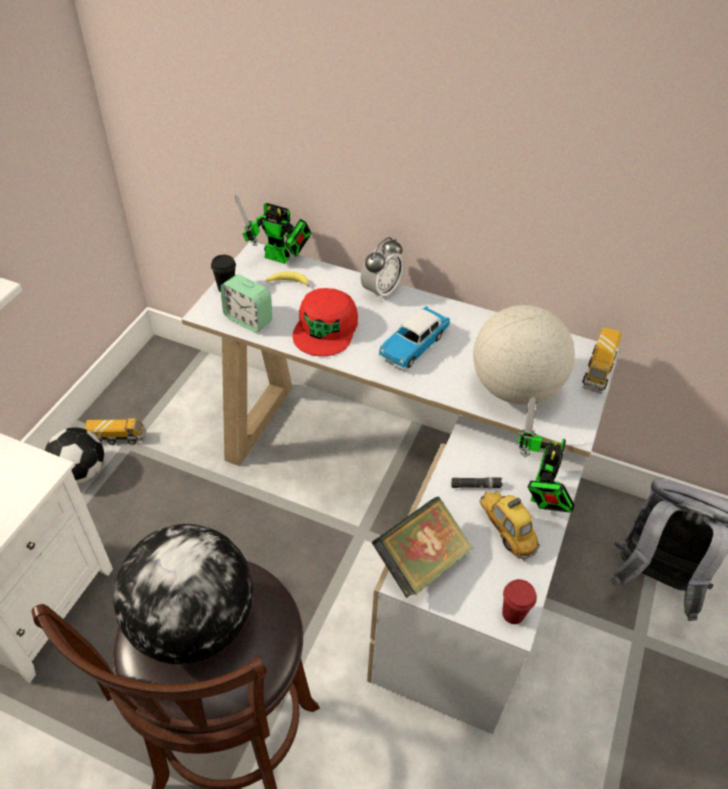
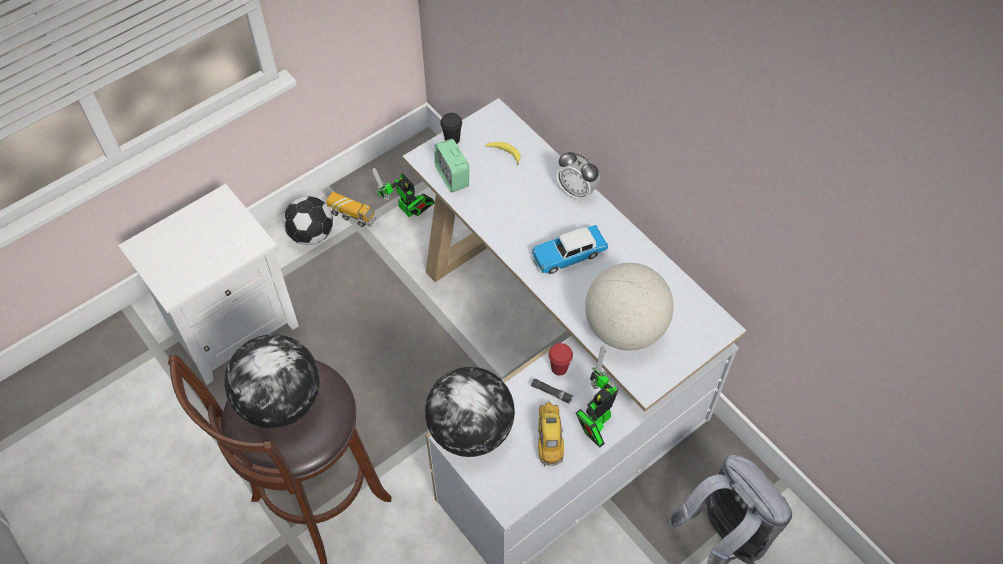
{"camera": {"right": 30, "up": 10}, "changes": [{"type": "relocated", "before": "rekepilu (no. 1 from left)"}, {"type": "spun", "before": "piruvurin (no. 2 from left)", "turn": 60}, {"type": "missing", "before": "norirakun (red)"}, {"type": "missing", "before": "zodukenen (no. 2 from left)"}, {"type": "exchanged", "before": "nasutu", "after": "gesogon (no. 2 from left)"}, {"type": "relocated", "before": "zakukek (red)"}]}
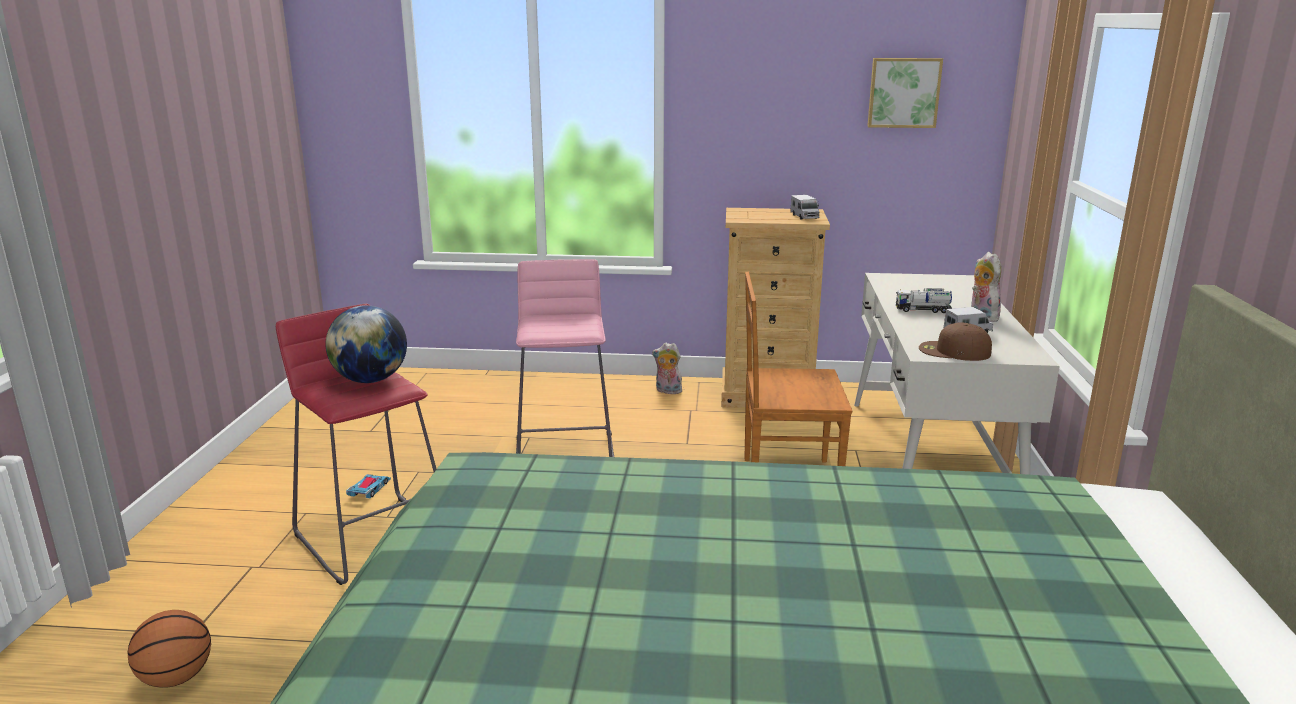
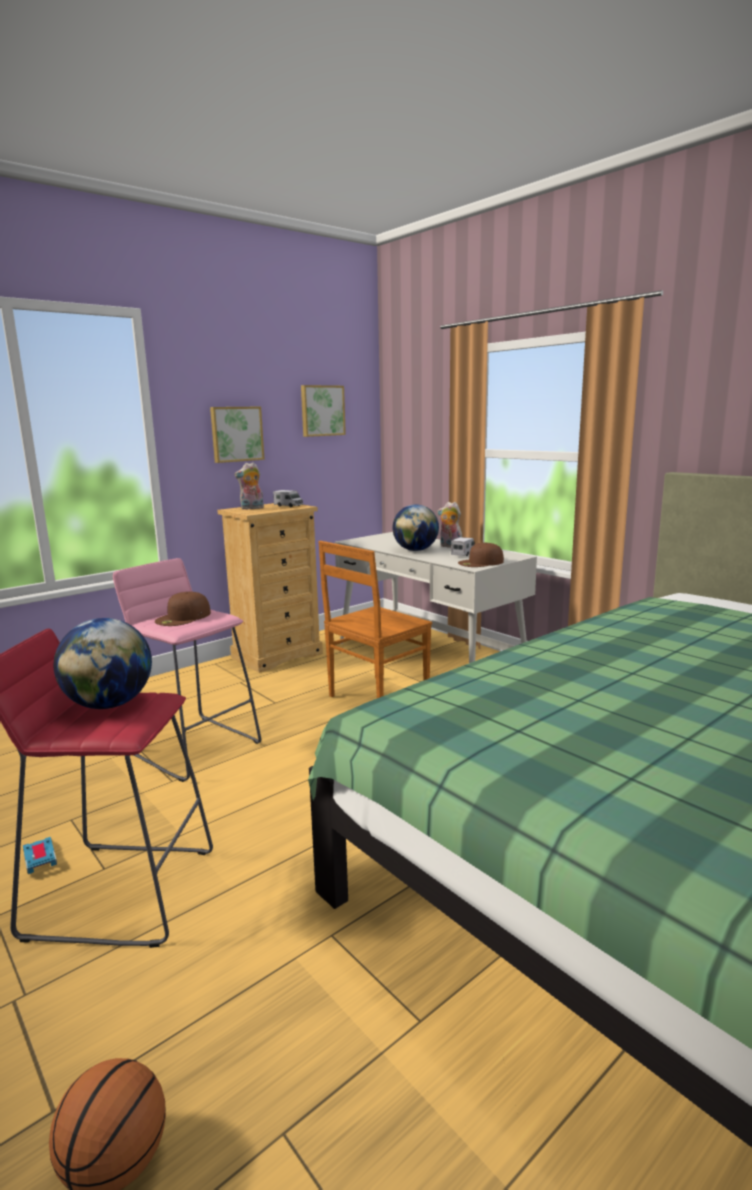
{"camera": {"right": -45, "up": -5}, "changes": [{"type": "exchanged", "before": "zodukenen (no. 2 from left)", "after": "gesogon (no. 2 from left)"}, {"type": "relocated", "before": "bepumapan (no. 1 from left)"}, {"type": "appeared", "after": "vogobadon (no. 1 from left)"}, {"type": "appeared", "after": "norirakun (brown) (no. 1 from left)"}]}
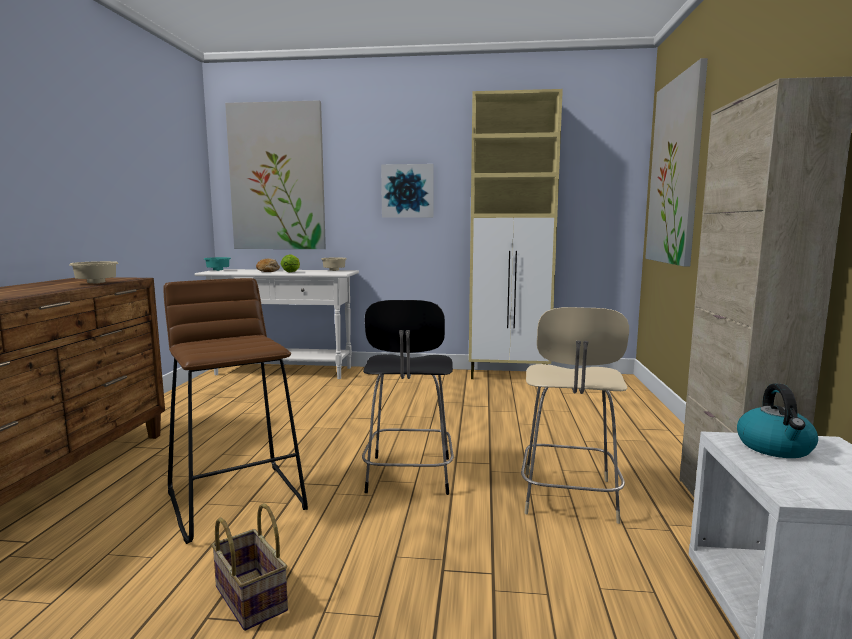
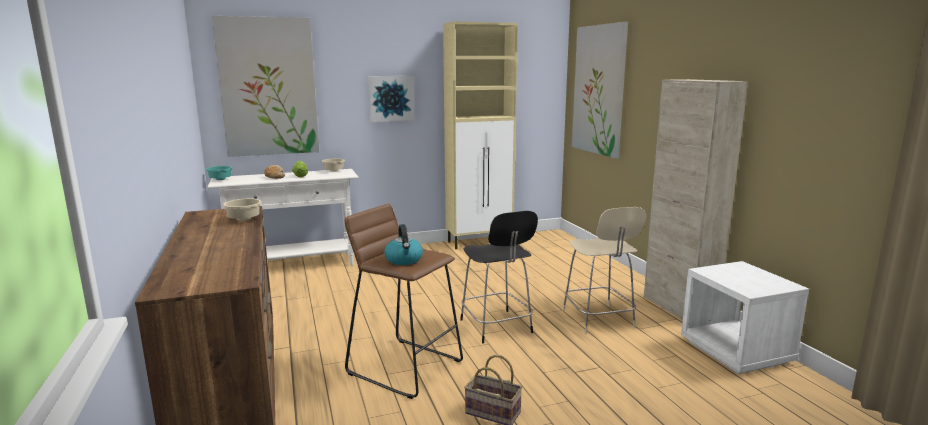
{"camera": {"right": -25, "up": 5}, "changes": [{"type": "relocated", "before": "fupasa"}]}
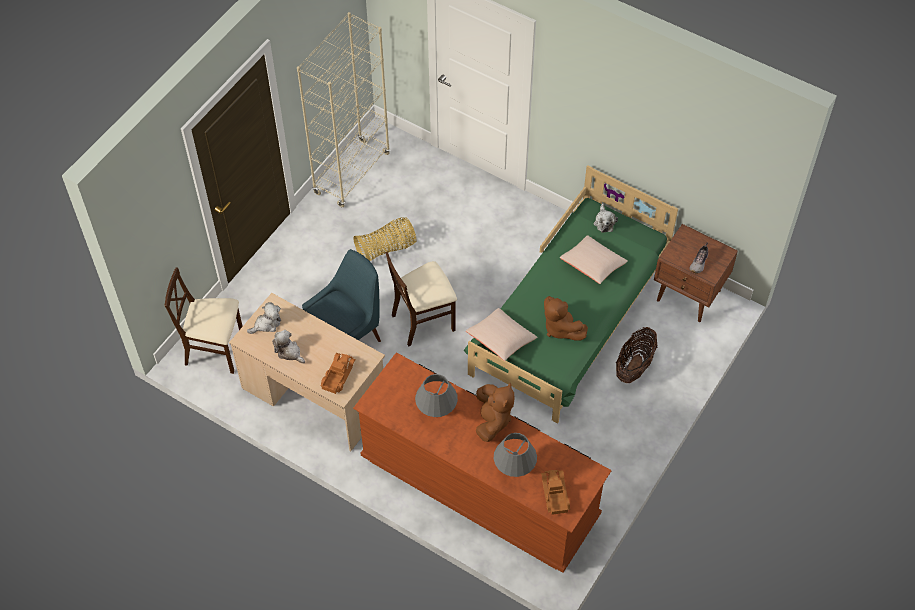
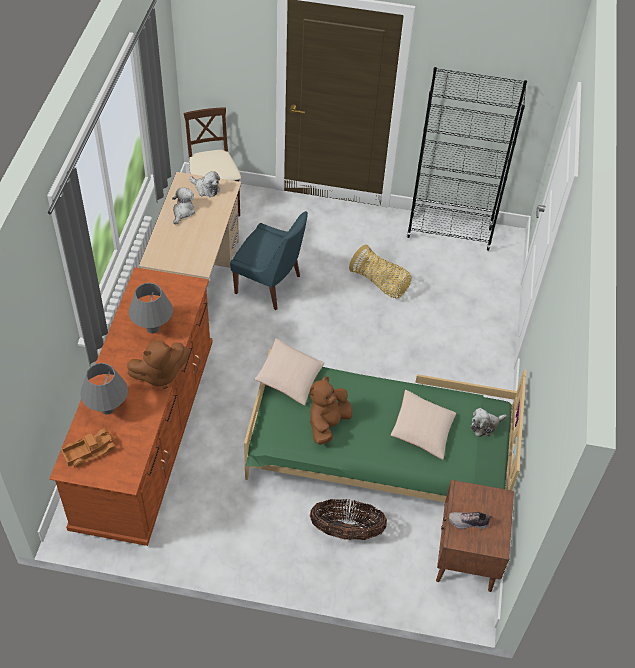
{"camera": {"right": 65, "up": -5}, "changes": [{"type": "colour", "before": "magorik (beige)", "after": "magorik (black)"}, {"type": "missing", "before": "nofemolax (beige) (no. 2 from left)"}, {"type": "missing", "before": "zodukenen (no. 1 from left)"}]}
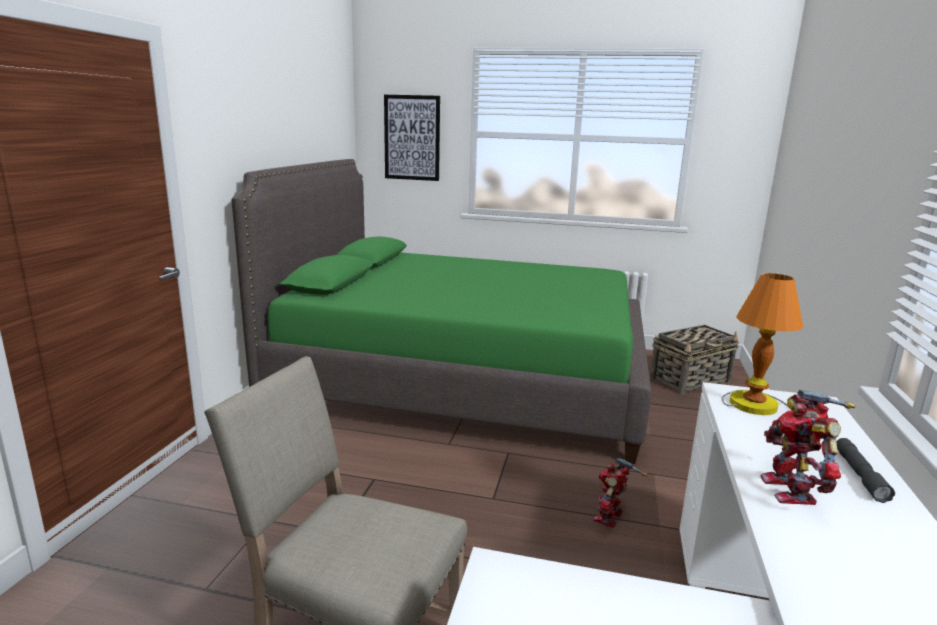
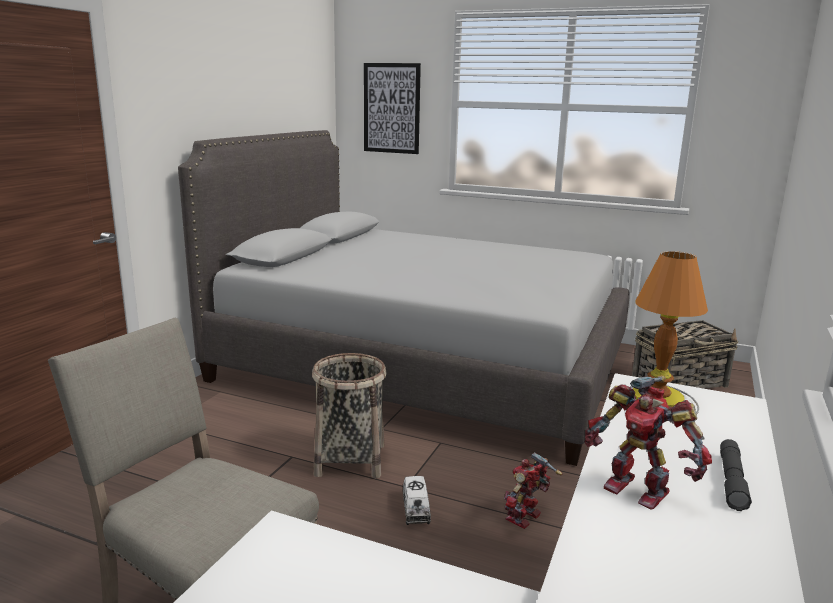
{"camera": {"right": 10, "up": 0}, "changes": [{"type": "colour", "before": "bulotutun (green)", "after": "bulotutun (grey)"}, {"type": "spun", "before": "rekepilu (no. 2 from left)", "turn": -60}, {"type": "appeared", "after": "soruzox (no. 1 from left)"}, {"type": "appeared", "after": "zodukenen"}]}
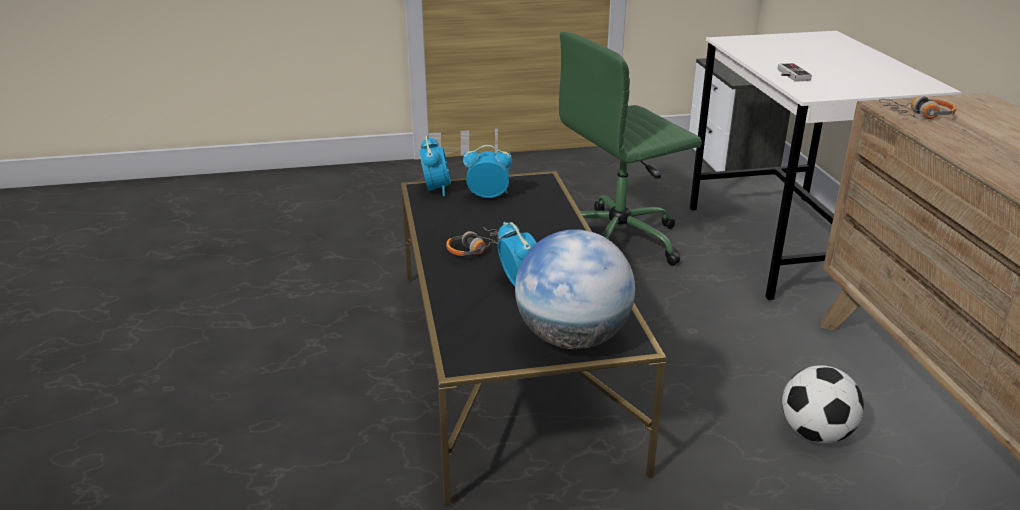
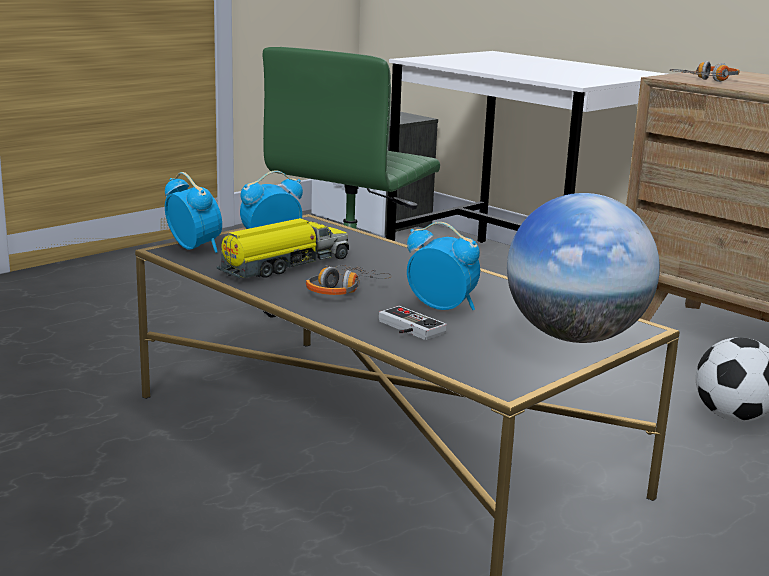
{"camera": {"right": -35, "up": -10}, "changes": [{"type": "relocated", "before": "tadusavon"}, {"type": "appeared", "after": "zodukenen"}]}
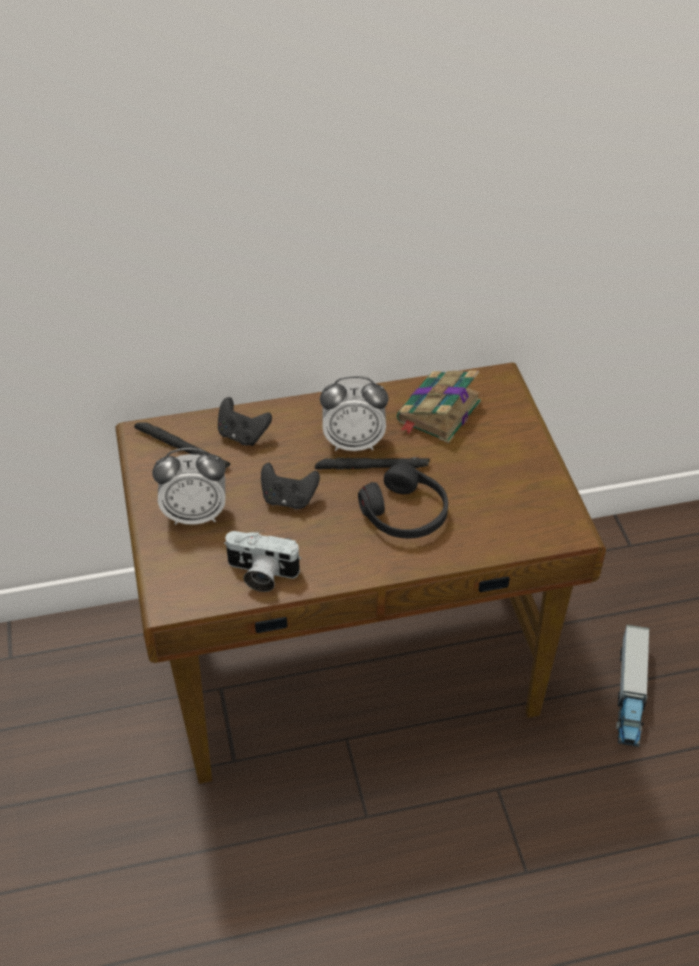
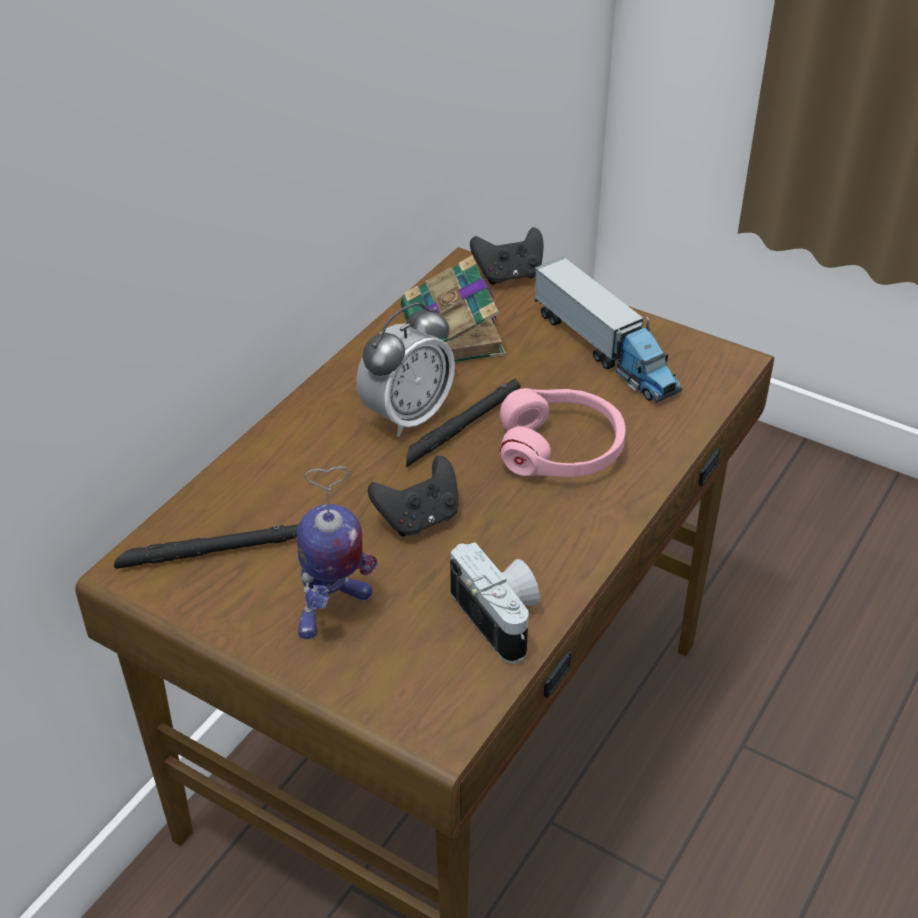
{"camera": {"right": -45, "up": -5}, "changes": [{"type": "relocated", "before": "tadusavon (black) (no. 1 from left in the first image)", "after": "tadusavon (black) (no. 2 from left)"}, {"type": "exchanged", "before": "piruvurin (no. 1 from left)", "after": "rekepilu"}, {"type": "colour", "before": "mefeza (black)", "after": "mefeza (pink)"}, {"type": "spun", "before": "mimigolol", "turn": -90}, {"type": "relocated", "before": "zodukenen"}]}
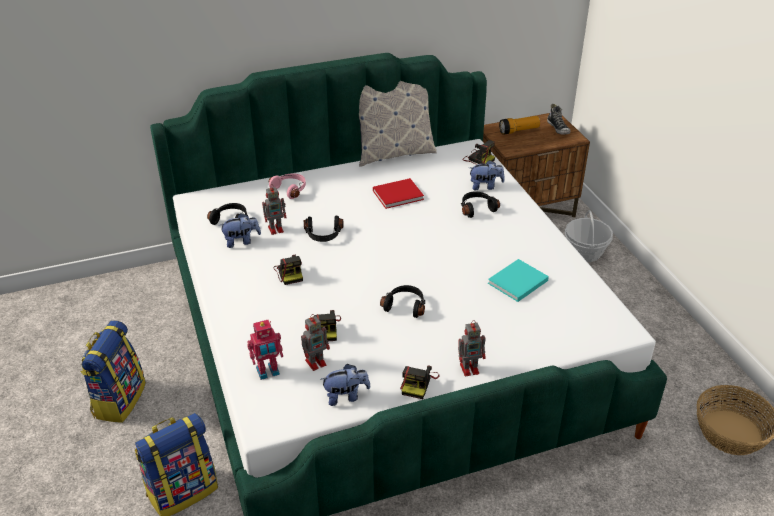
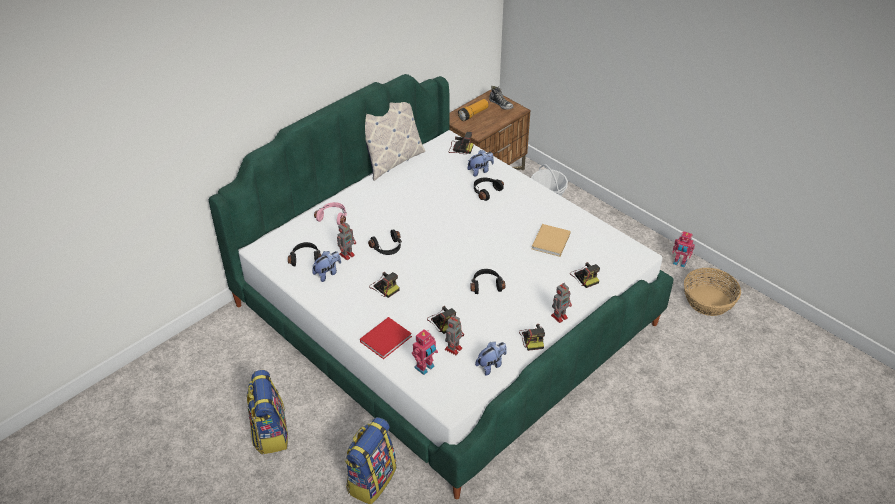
{"camera": {"right": -25, "up": 5}, "changes": [{"type": "relocated", "before": "nasutu (red)"}, {"type": "colour", "before": "nasutu (turquoise)", "after": "nasutu (beige)"}, {"type": "appeared", "after": "rekepilu (no. 5 from left)"}, {"type": "appeared", "after": "mimigolol (no. 5 from left)"}]}
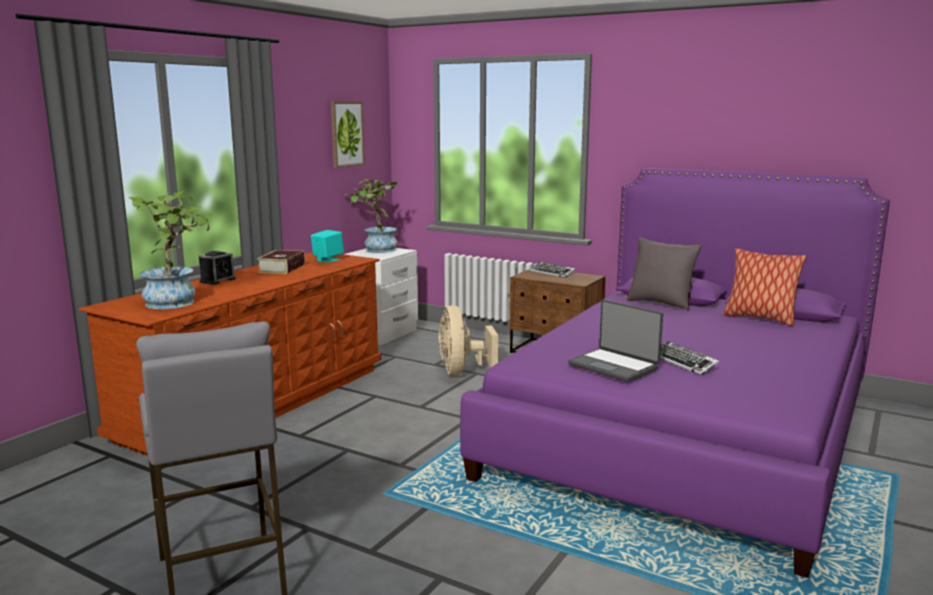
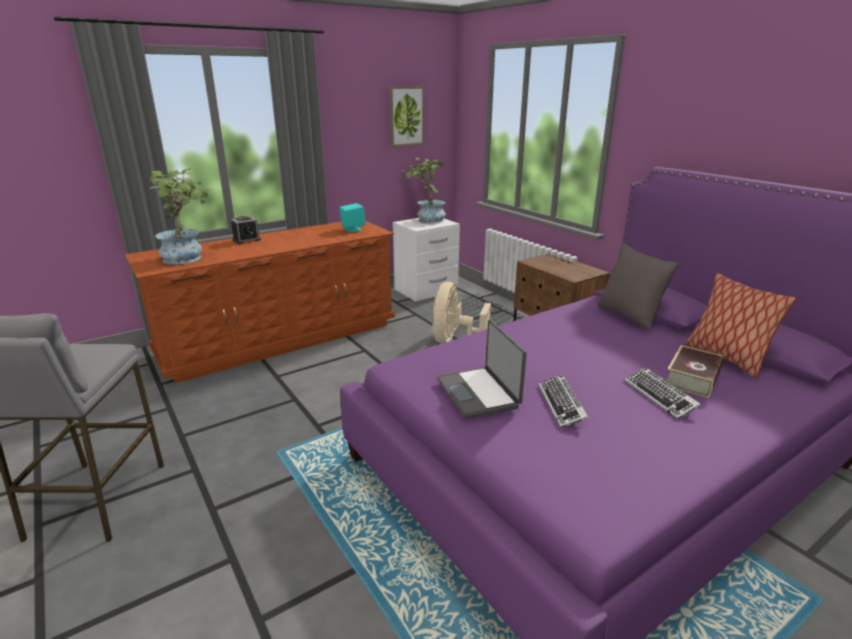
{"camera": {"right": 25, "up": 10}, "changes": [{"type": "relocated", "before": "nasutu"}, {"type": "relocated", "before": "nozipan (no. 1 from left in the first image)", "after": "nozipan (no. 2 from left)"}]}
